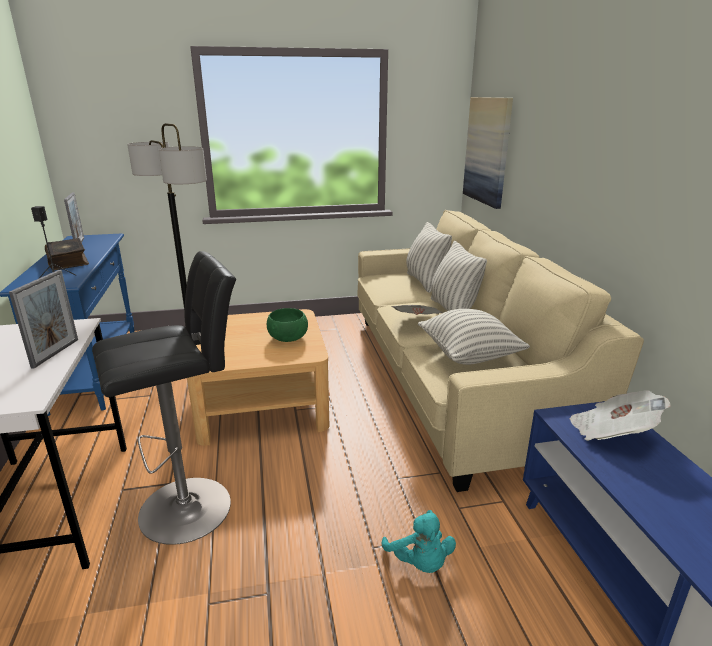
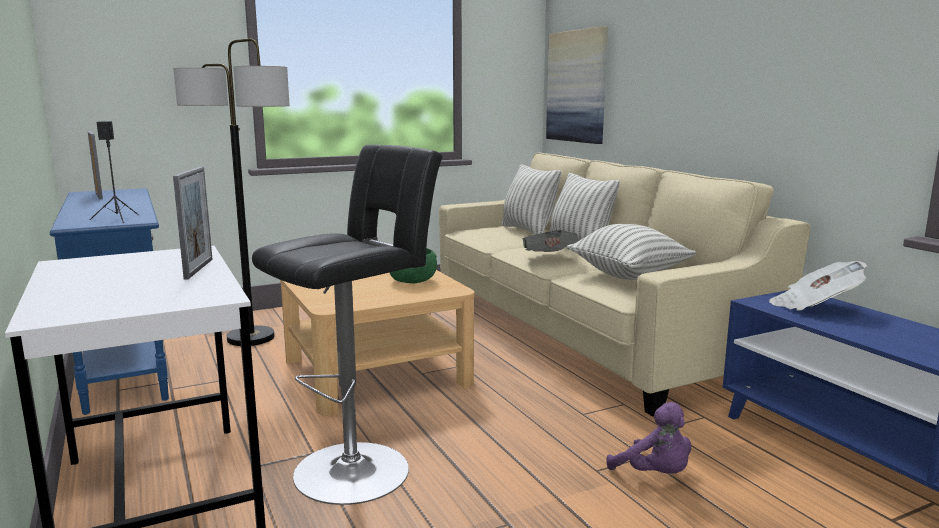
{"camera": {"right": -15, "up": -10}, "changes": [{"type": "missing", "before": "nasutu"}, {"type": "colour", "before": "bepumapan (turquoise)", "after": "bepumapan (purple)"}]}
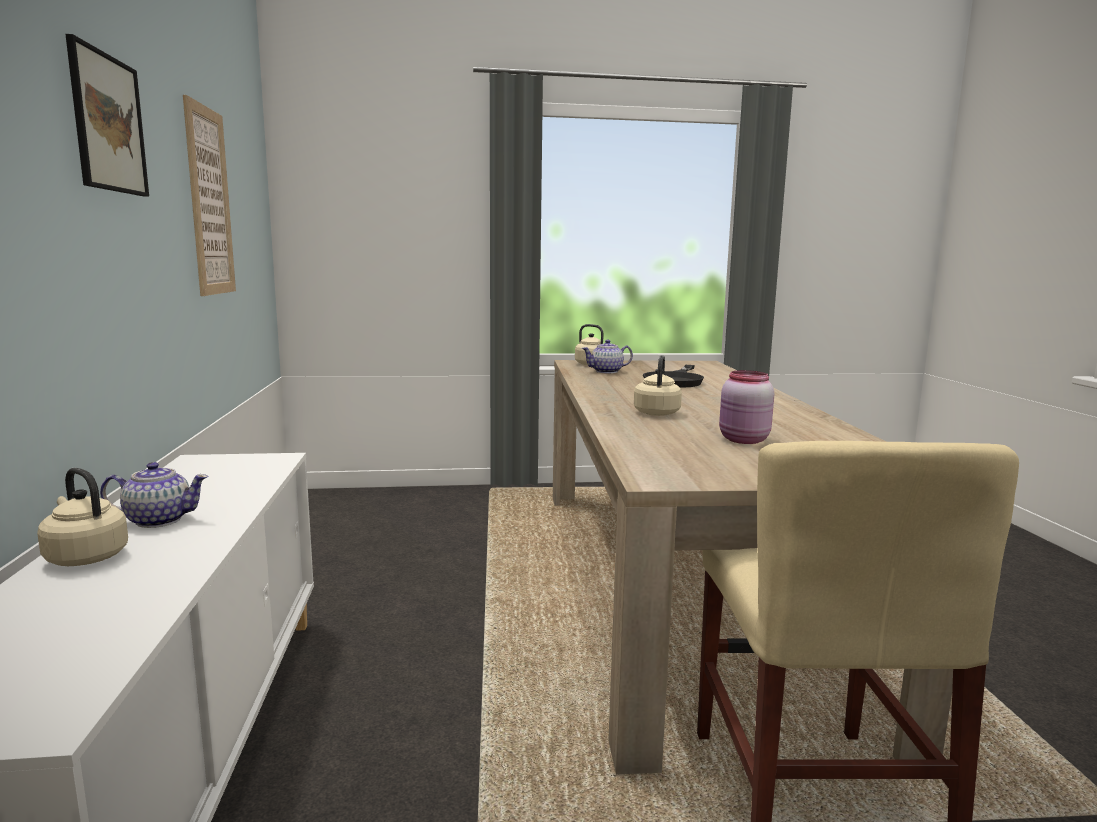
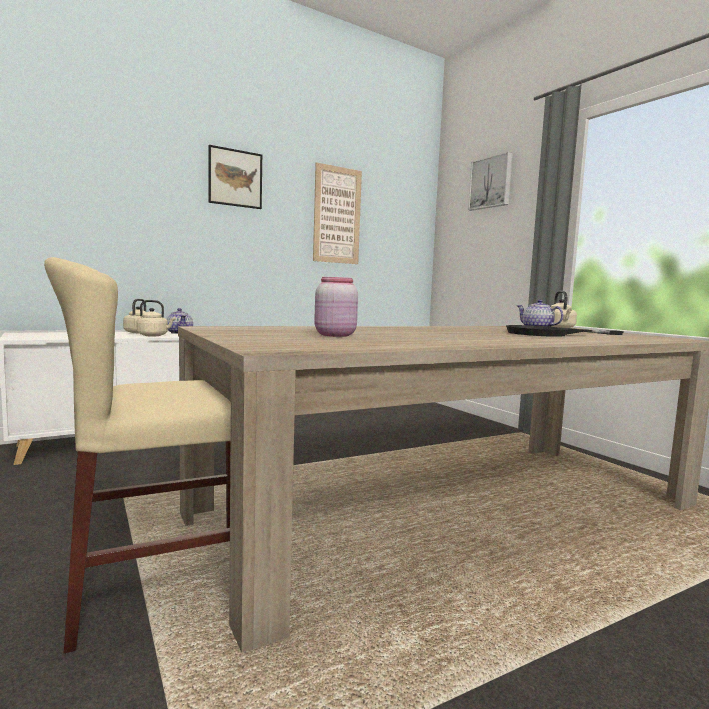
{"camera": {"right": 65, "up": -5}, "changes": [{"type": "relocated", "before": "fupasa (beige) (no. 3 from left in the first image)", "after": "fupasa (beige) (no. 2 from left)"}, {"type": "appeared", "after": "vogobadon (no. 3 from left)"}]}
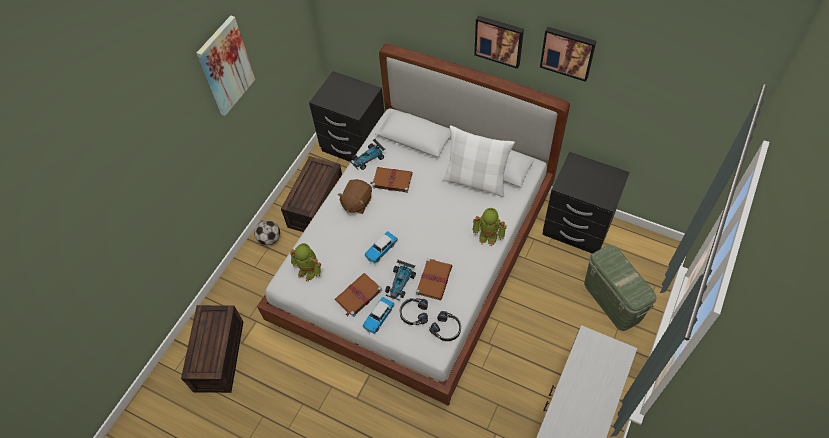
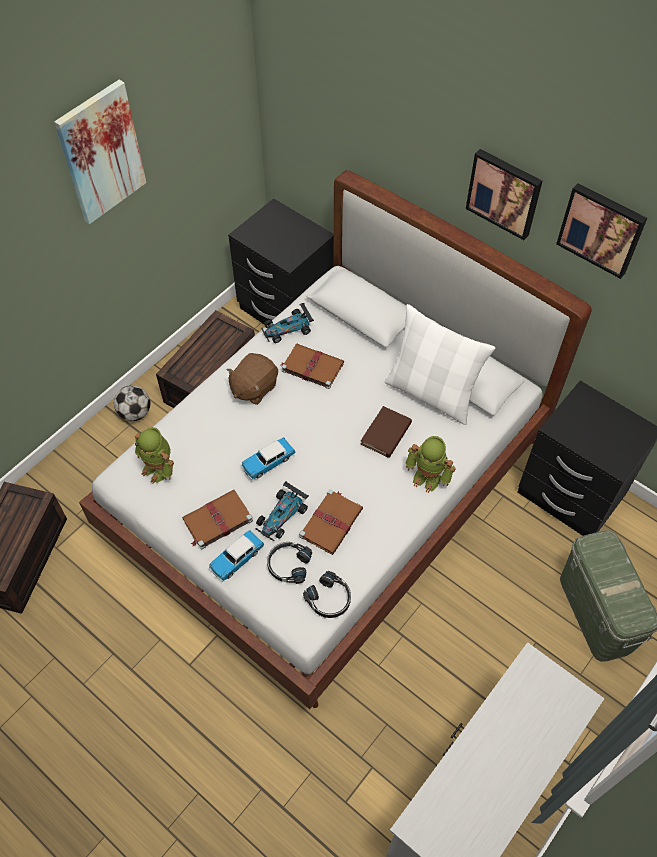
{"camera": {"right": 10, "up": 0}, "changes": [{"type": "appeared", "after": "nasutu (brown) (no. 4 from left)"}]}
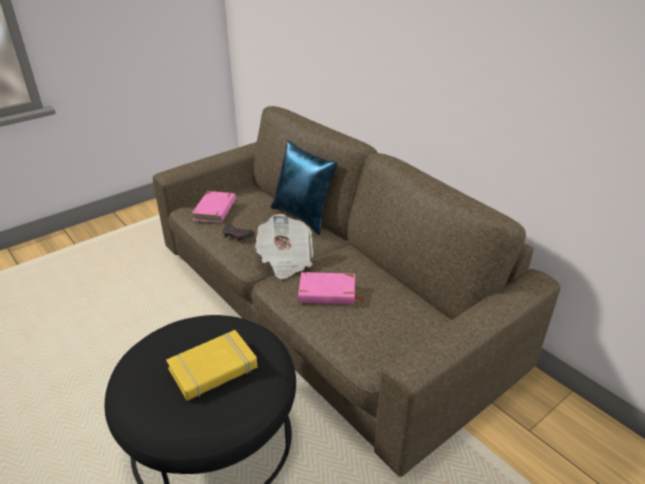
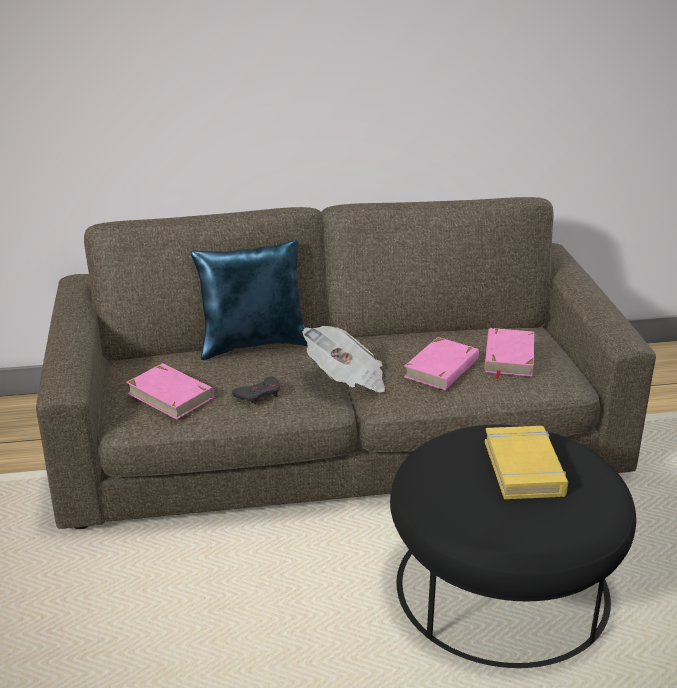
{"camera": {"right": -60, "up": -5}, "changes": [{"type": "appeared", "after": "nasutu (pink) (no. 3 from left)"}]}
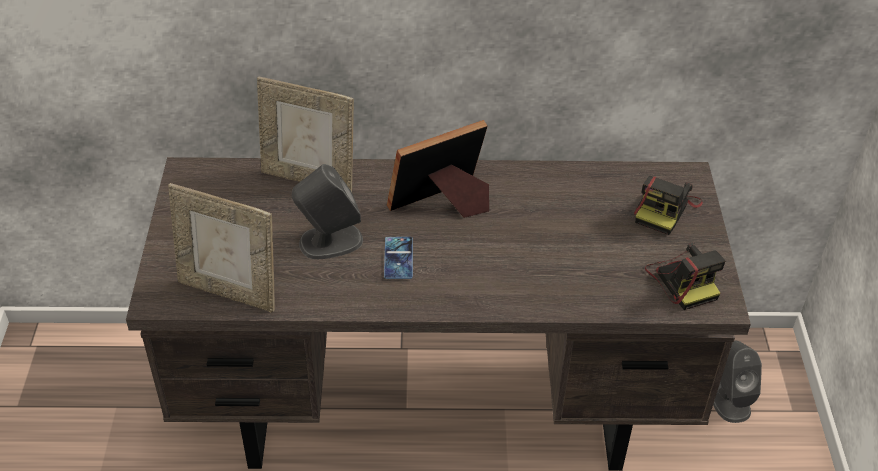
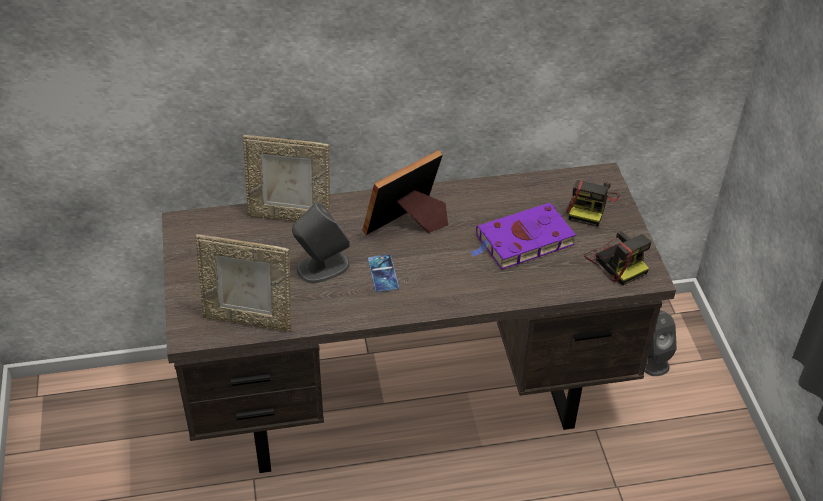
{"camera": {"right": -10, "up": 0}, "changes": [{"type": "appeared", "after": "nasutu (purple)"}]}
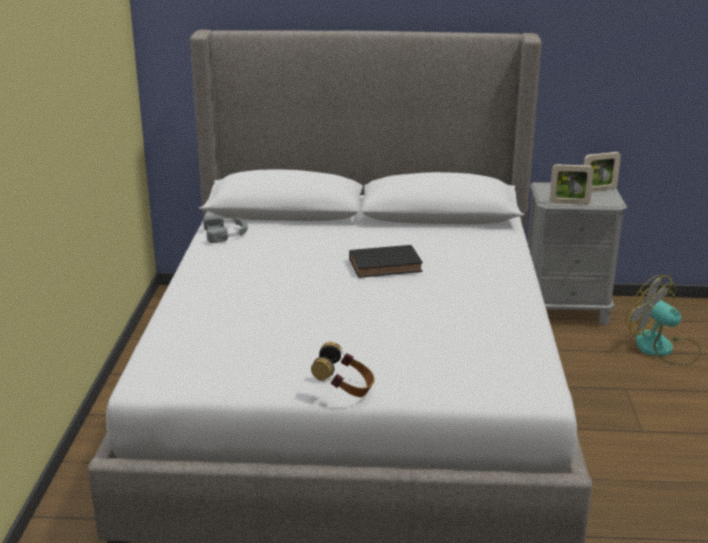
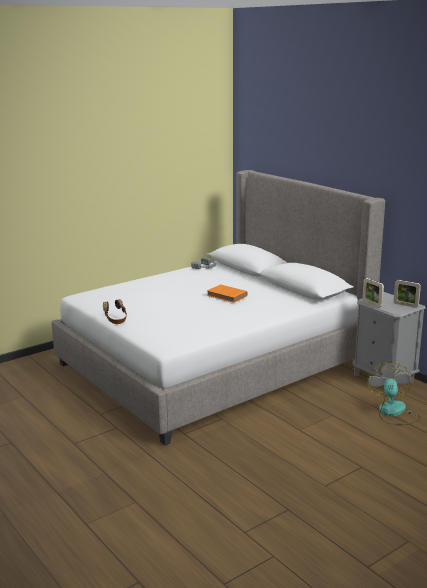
{"camera": {"right": 50, "up": -5}, "changes": [{"type": "colour", "before": "nasutu (black)", "after": "nasutu (orange)"}]}
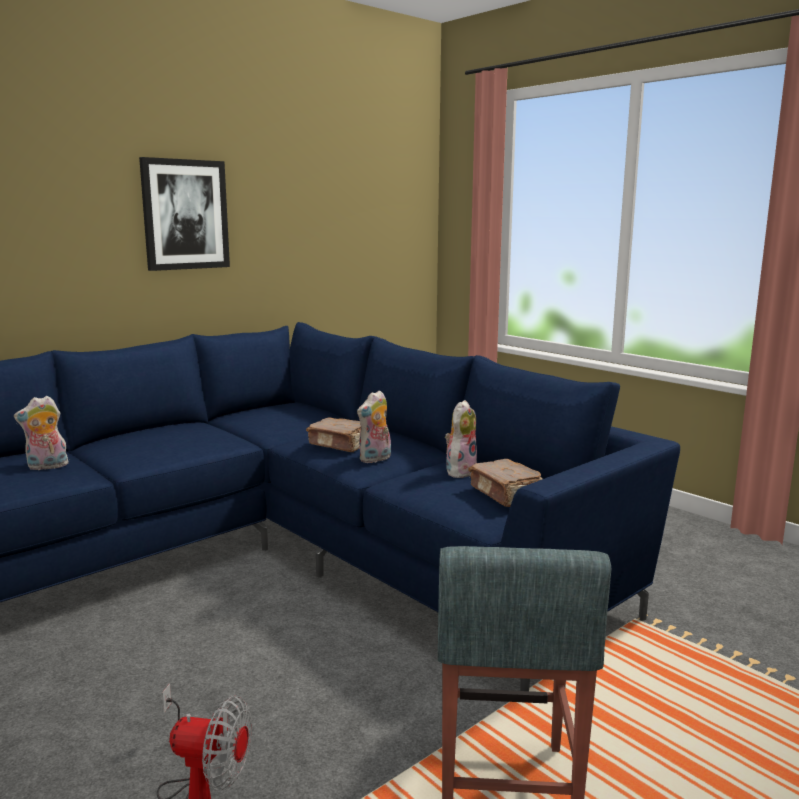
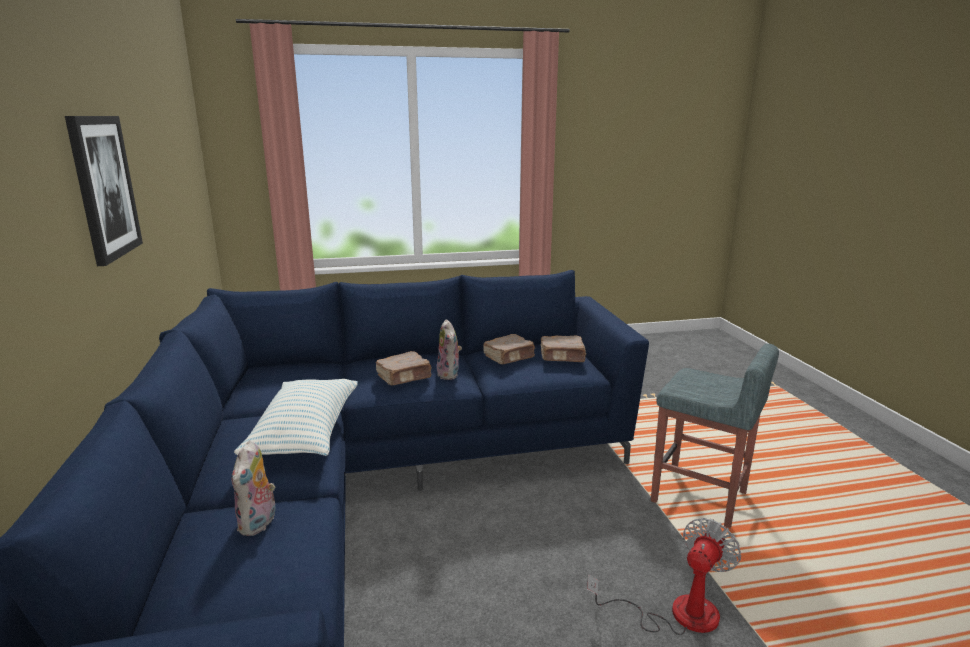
{"camera": {"right": -60, "up": 5}, "changes": [{"type": "exchanged", "before": "bepumapan (no. 3 from left)", "after": "nasutu (brown) (no. 2 from left)"}, {"type": "appeared", "after": "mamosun"}]}
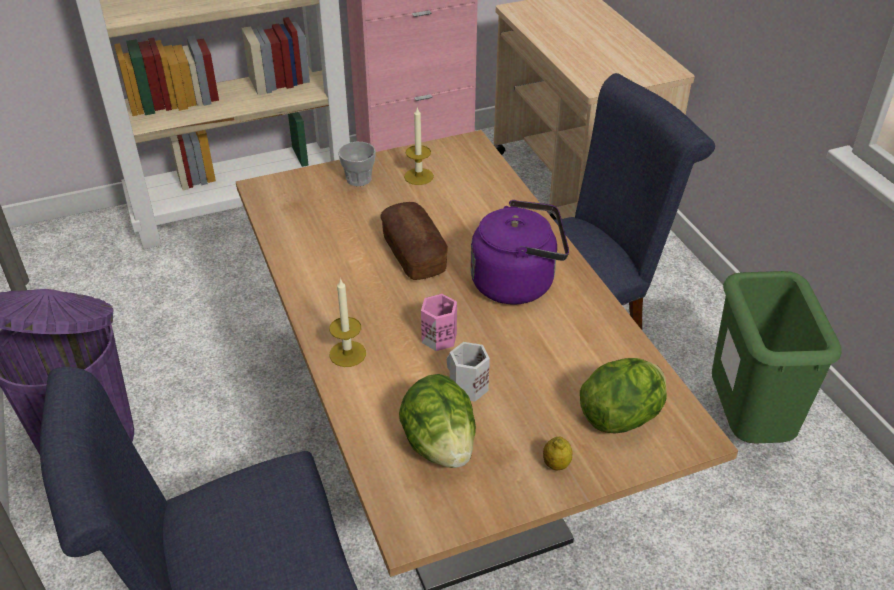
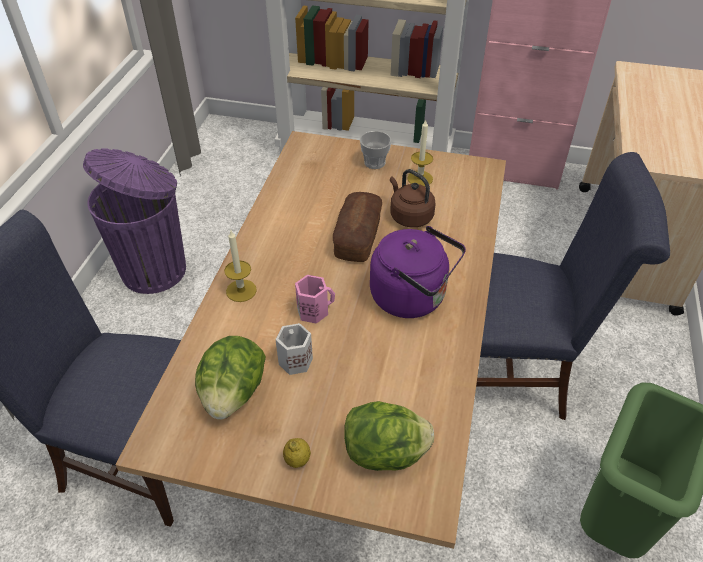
{"camera": {"right": 35, "up": 5}, "changes": [{"type": "appeared", "after": "fupasa (brown)"}]}
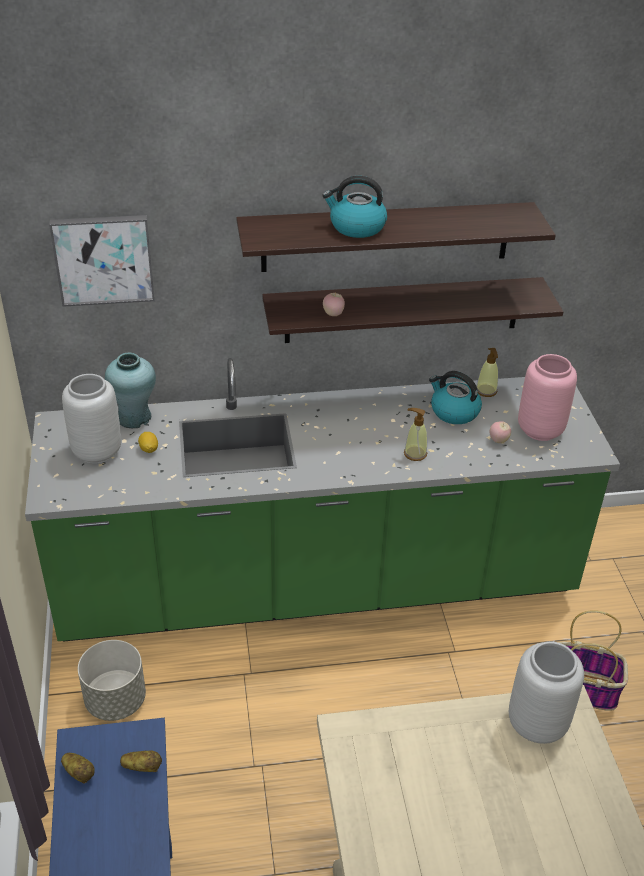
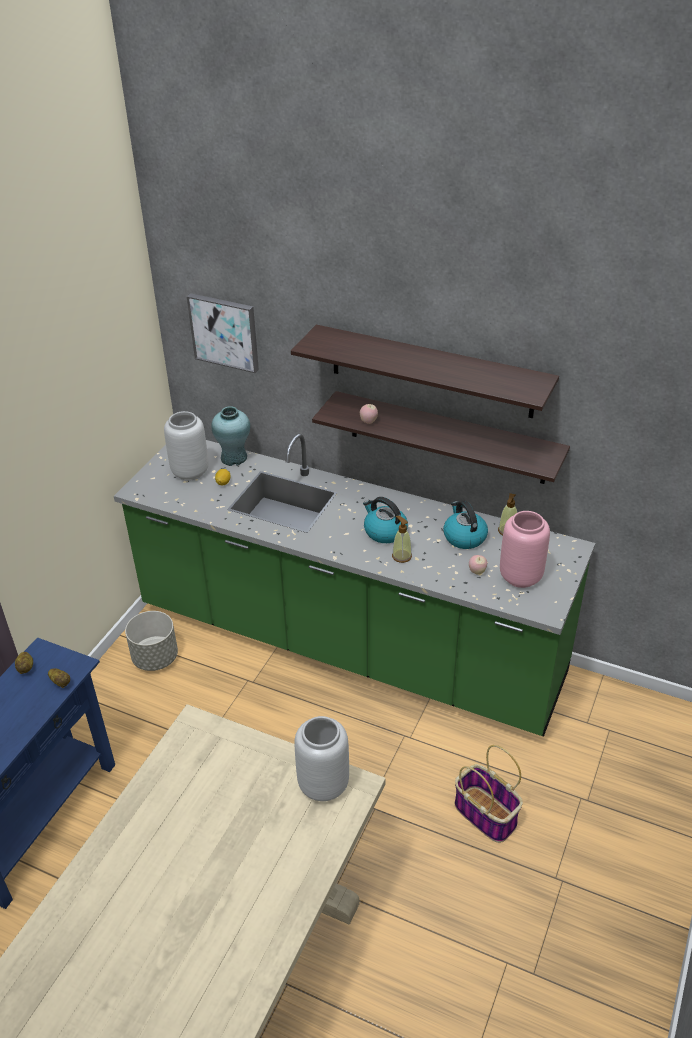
{"camera": {"right": 35, "up": 0}, "changes": [{"type": "relocated", "before": "fupasa (no. 1 from left)"}]}
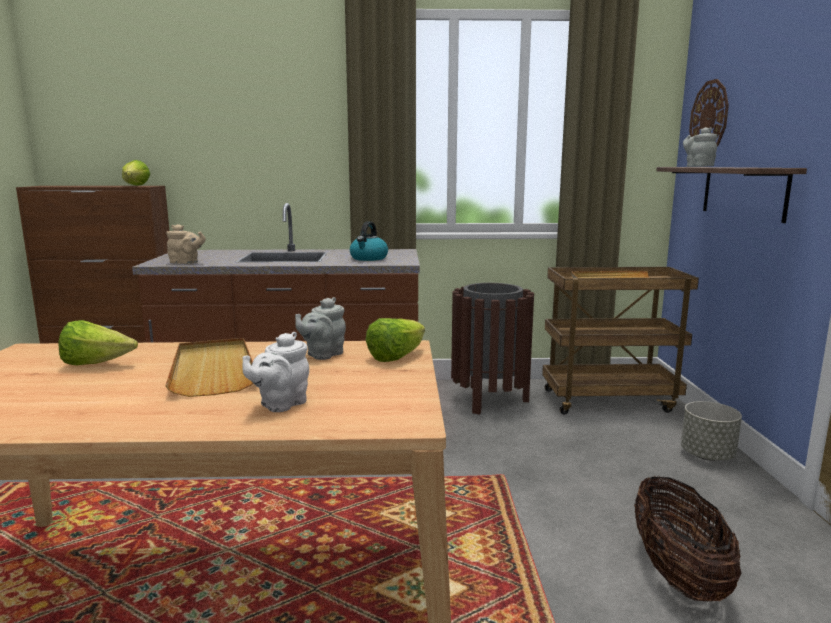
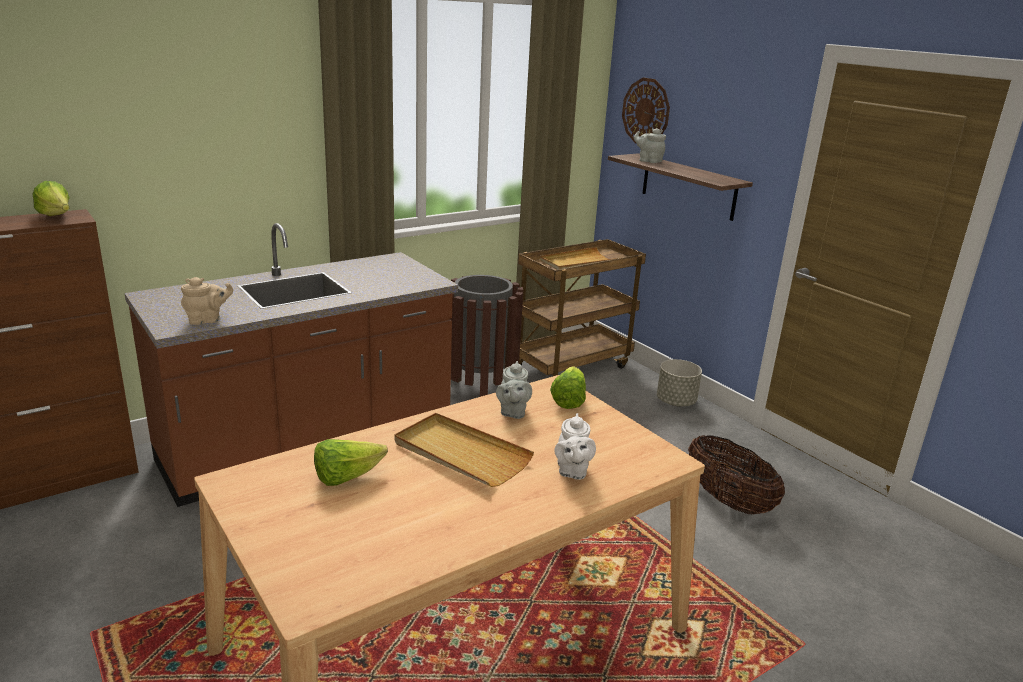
{"camera": {"right": -35, "up": 10}, "changes": [{"type": "missing", "before": "fupasa"}]}
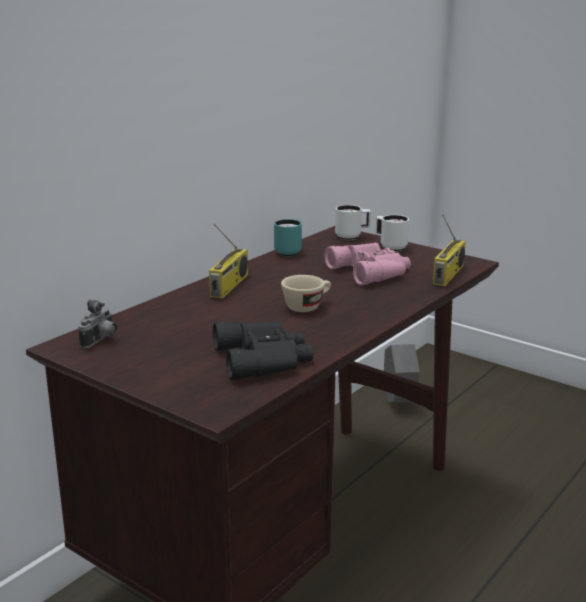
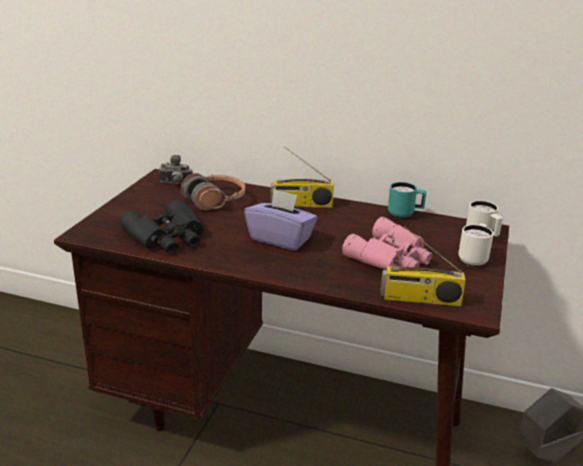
{"camera": {"right": 70, "up": 5}, "changes": [{"type": "exchanged", "before": "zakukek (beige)", "after": "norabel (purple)"}, {"type": "appeared", "after": "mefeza"}]}
